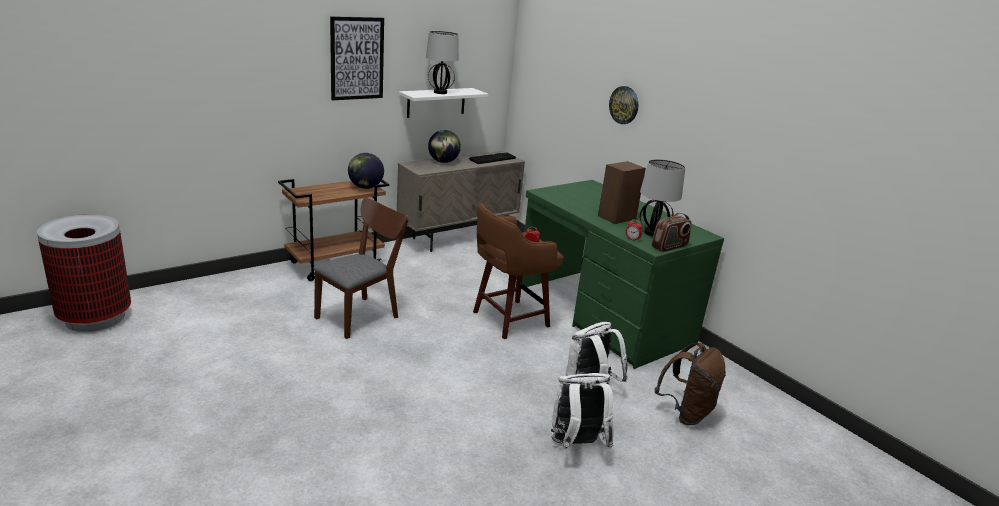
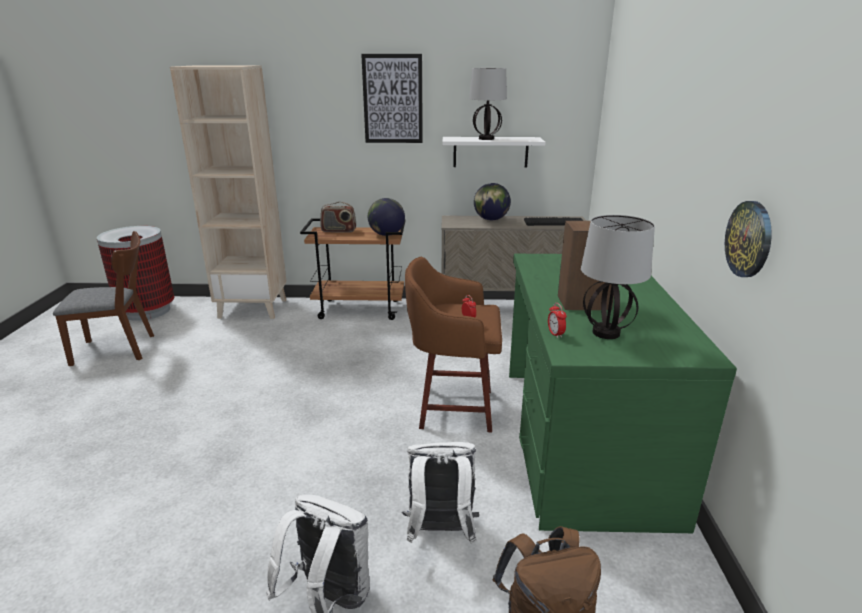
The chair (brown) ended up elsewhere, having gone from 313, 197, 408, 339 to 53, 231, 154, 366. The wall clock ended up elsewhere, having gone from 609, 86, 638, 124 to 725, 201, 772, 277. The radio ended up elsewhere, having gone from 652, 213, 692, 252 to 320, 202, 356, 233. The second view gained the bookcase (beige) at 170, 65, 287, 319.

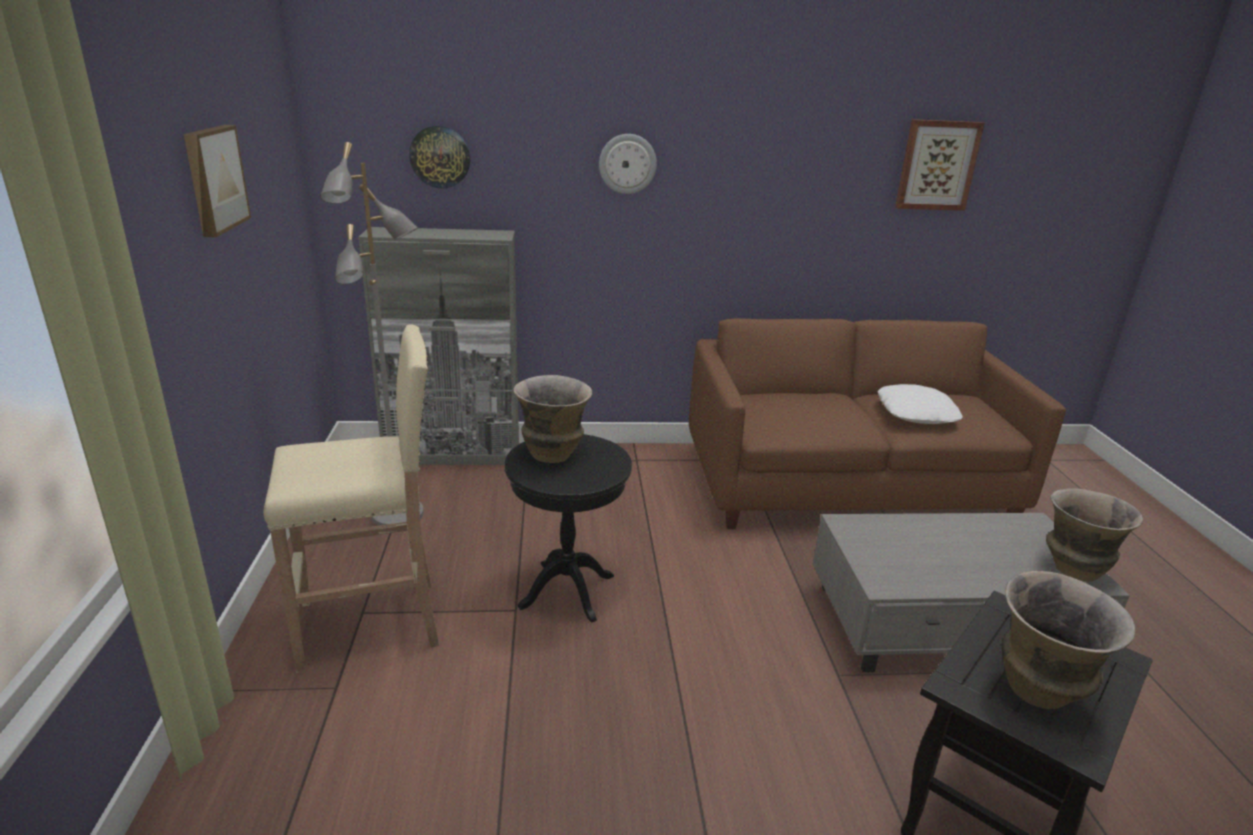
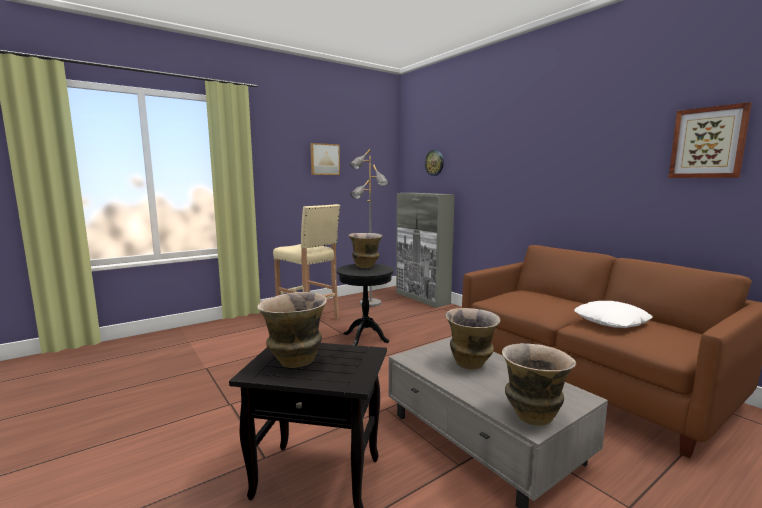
The second view lost the wall clock at 599, 134, 657, 194. The second view gained the vase at 445, 308, 501, 370.

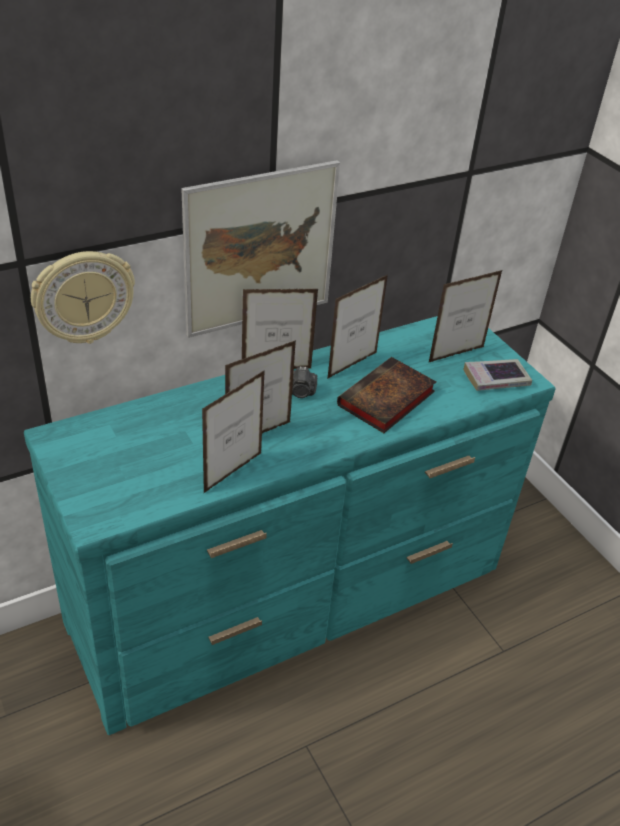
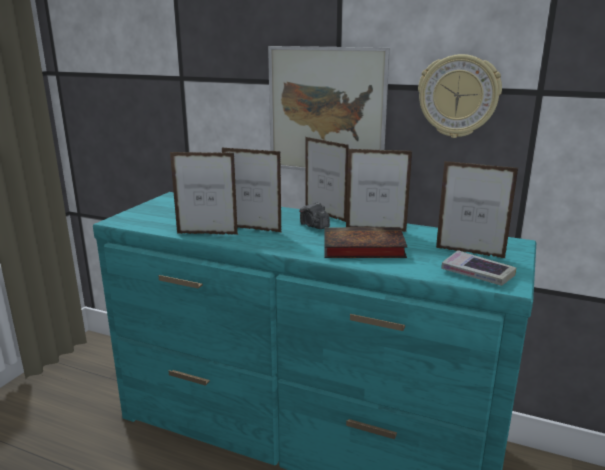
The wall clock ended up elsewhere, having gone from 31, 251, 135, 344 to 418, 54, 502, 138.

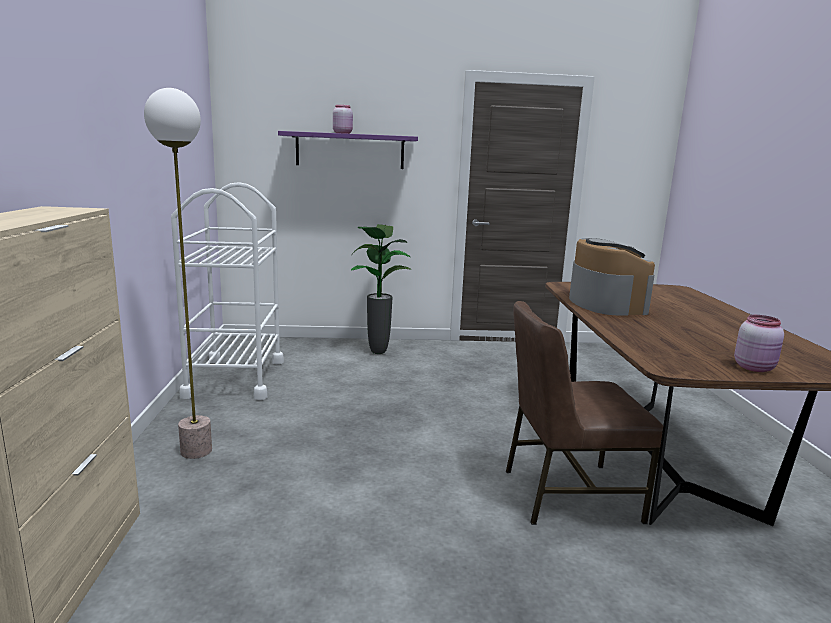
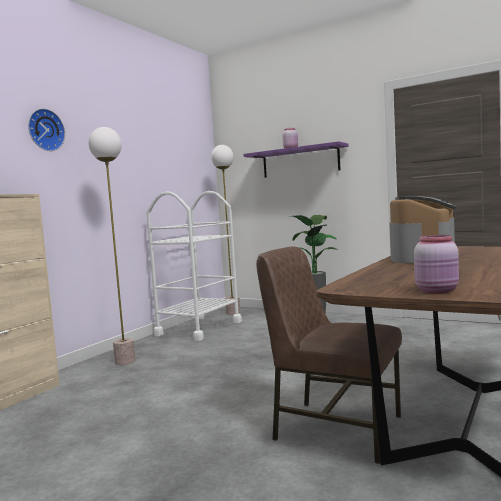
The second view gained the wall clock at 28, 108, 65, 151. The second view gained the floor lamp at 211, 145, 240, 315.

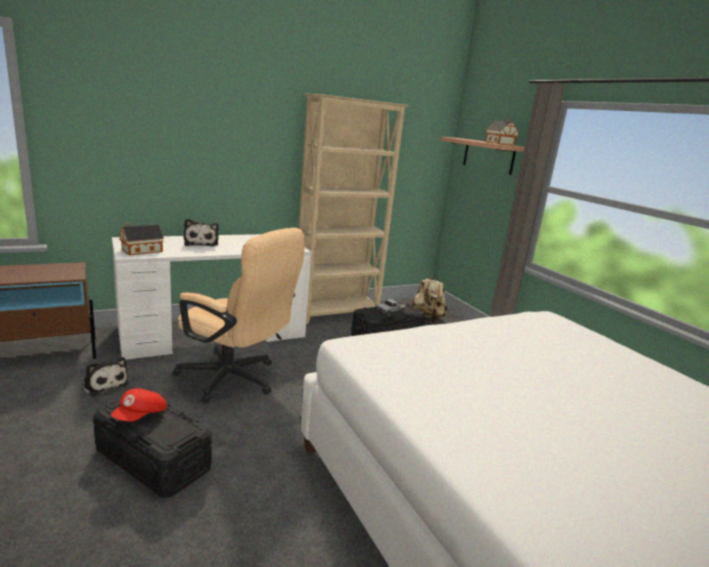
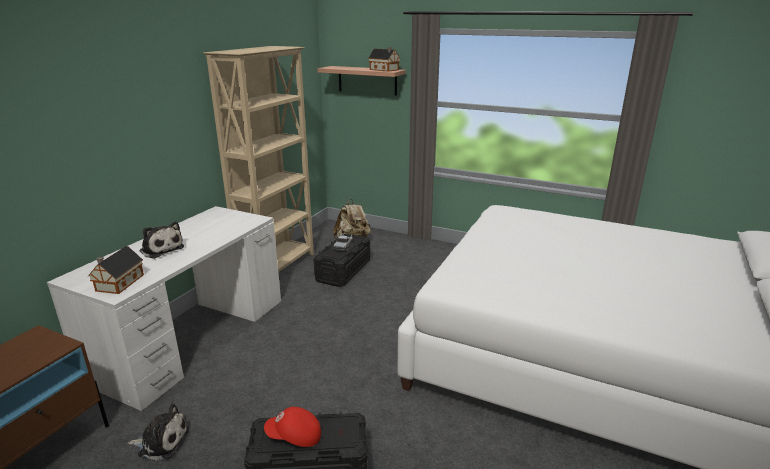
The cap (red) at 111, 388, 167, 421 ended up facing another way, 105 degrees clockwise from before. The second view lost the office chair (beige) at 173, 228, 305, 403.

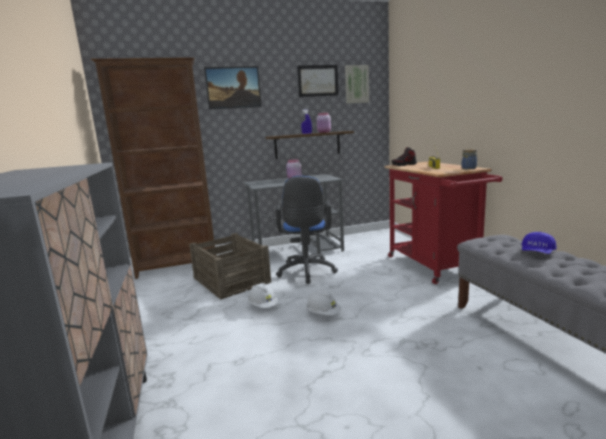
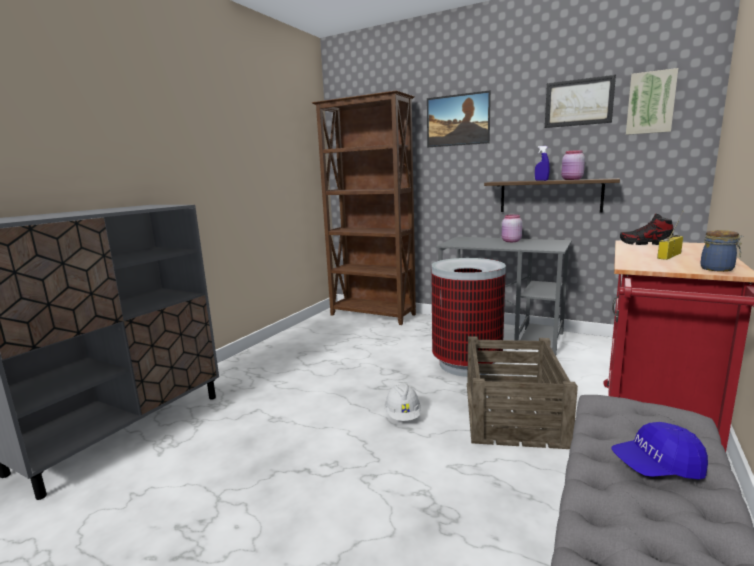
The crate ended up elsewhere, having gone from 189, 233, 271, 299 to 467, 336, 578, 449. The second view lost the hard hat (white) at 248, 283, 278, 308. Where the office chair (blue) stood at 276, 176, 338, 284, the trash can came to stand at 431, 258, 506, 377.

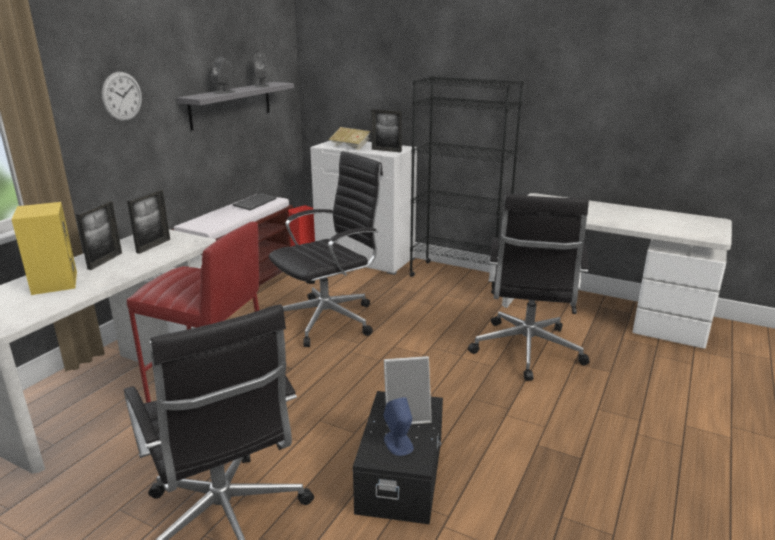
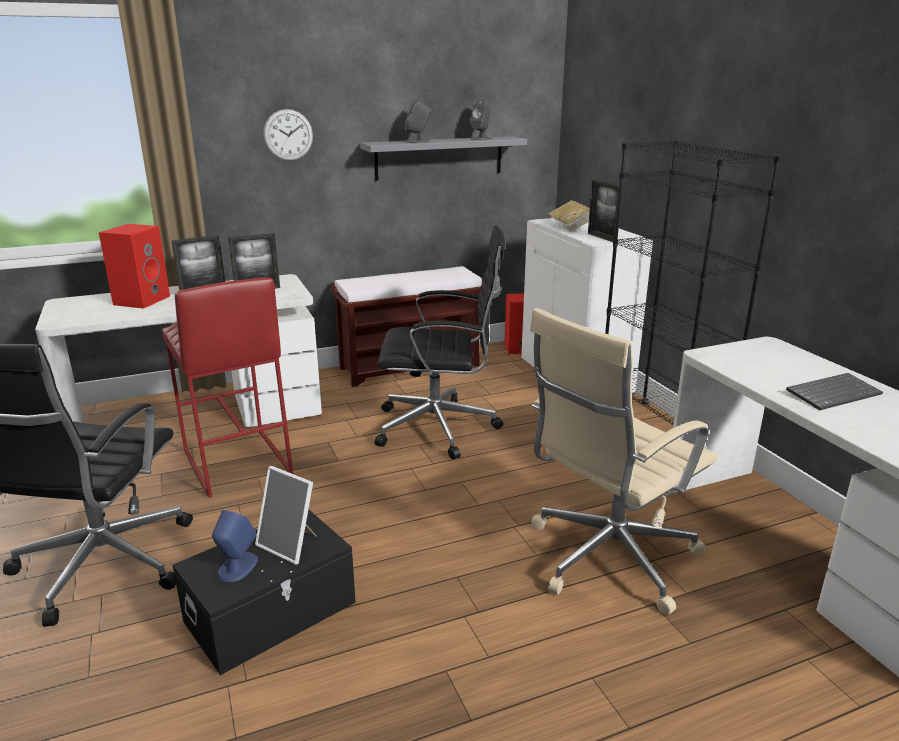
What was the speaker (yellow) at 11, 202, 77, 295 turned into the speaker (red) at 99, 224, 170, 309. The keyboard ended up elsewhere, having gone from 233, 193, 277, 210 to 786, 373, 883, 410. What was the office chair (black) at 468, 194, 589, 381 turned into the office chair (beige) at 530, 308, 717, 615.

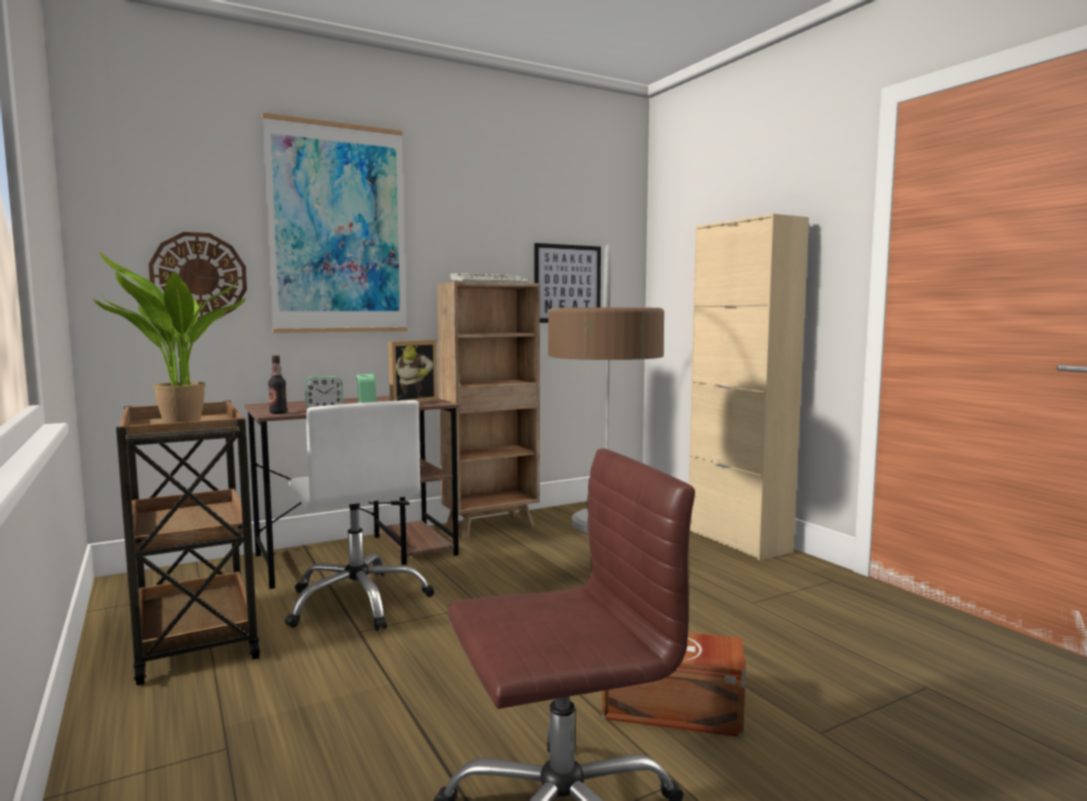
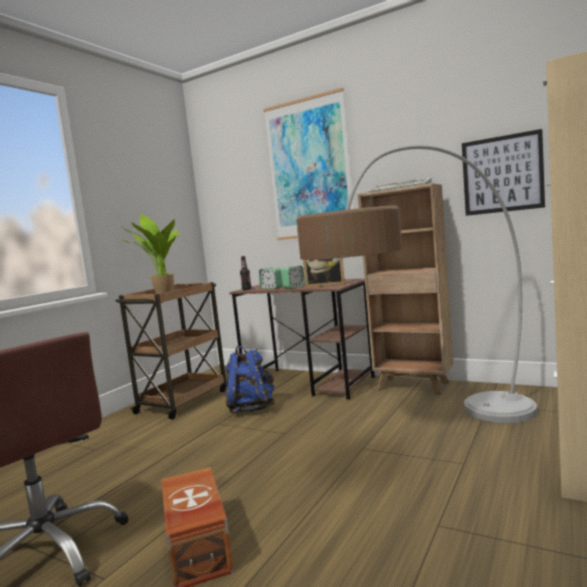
The second view lost the wall clock at 149, 232, 247, 321. Where the office chair (white) stood at 285, 400, 435, 631, the backpack (blue) came to stand at 225, 346, 275, 413.

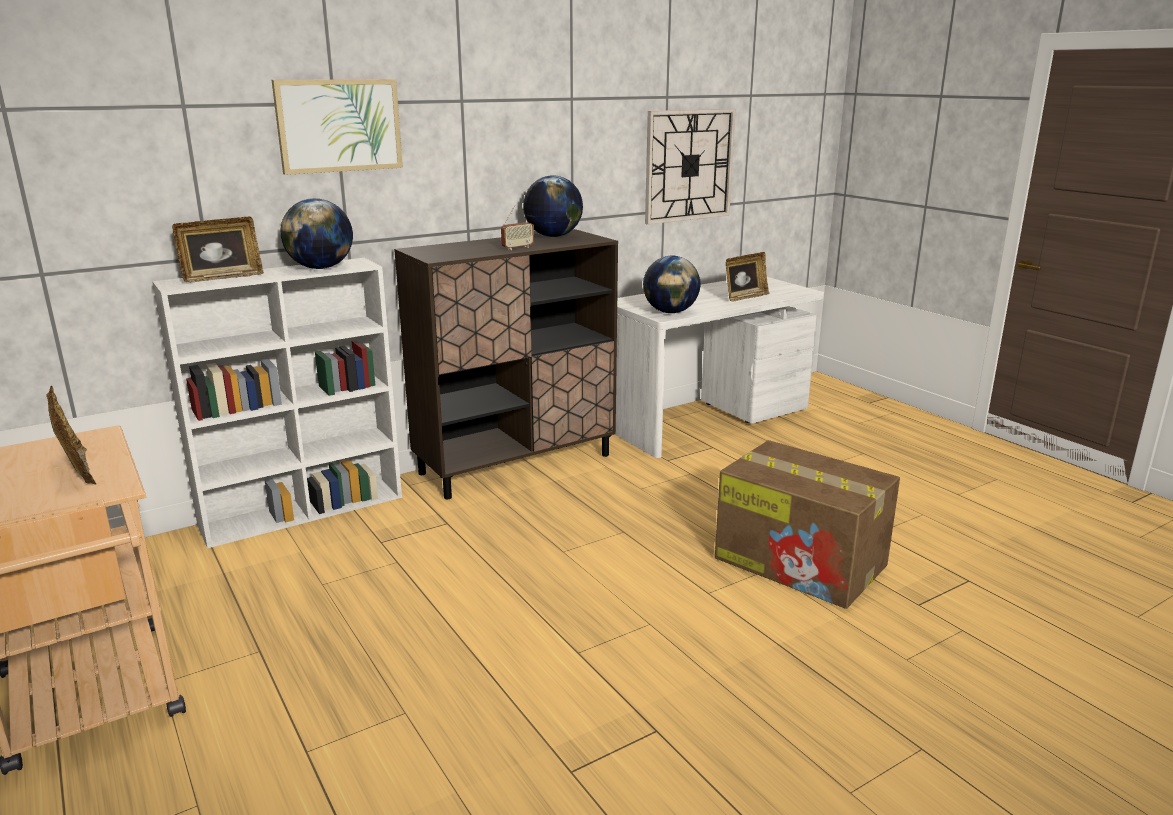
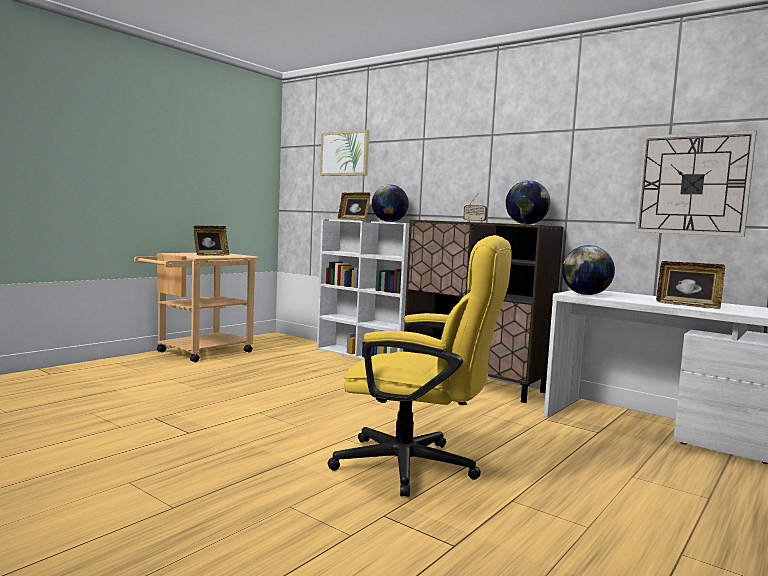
The picture ended up elsewhere, having gone from 272, 79, 403, 175 to 320, 130, 369, 176. Where the cardboard box stood at 715, 440, 900, 609, the office chair (yellow) came to stand at 328, 235, 512, 497.

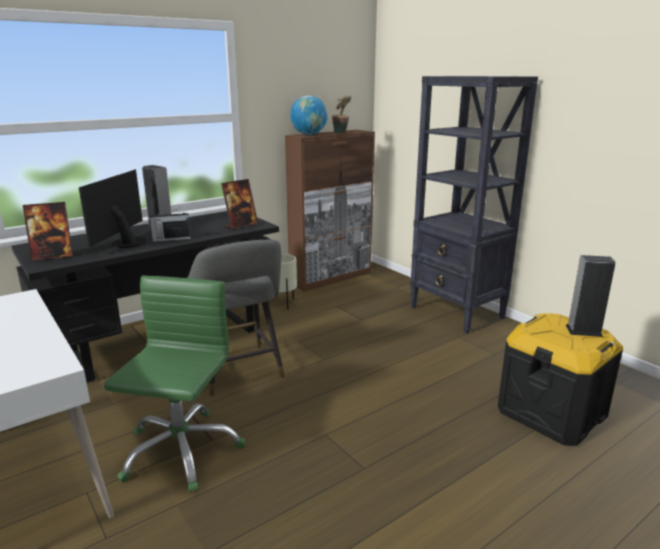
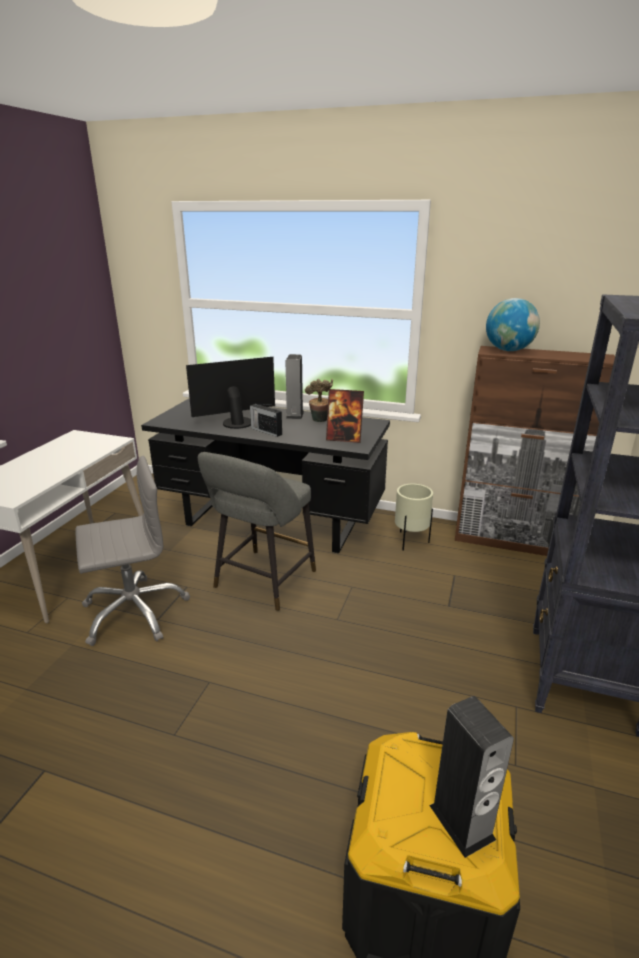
The second view lost the picture frame at 23, 202, 73, 261. What was the office chair (green) at 104, 275, 245, 493 turned into the office chair (grey) at 76, 456, 190, 646. The potted plant ended up elsewhere, having gone from 332, 95, 351, 133 to 305, 379, 333, 422.

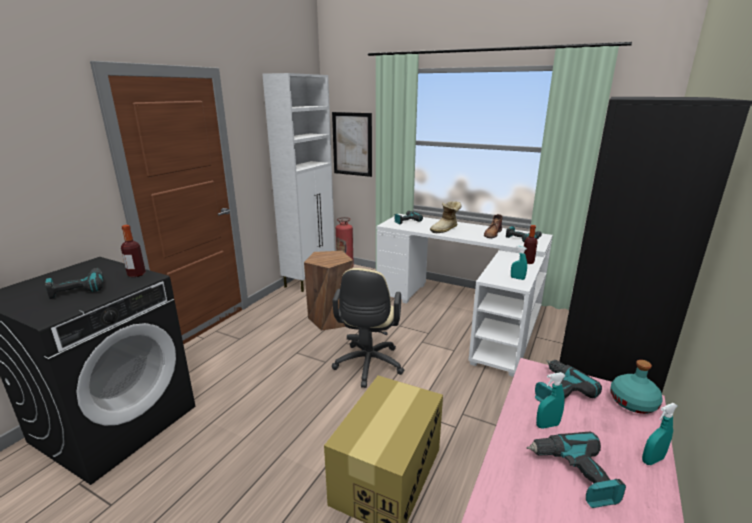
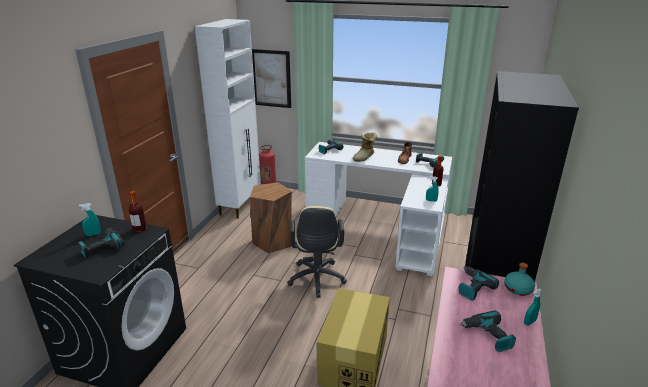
The spray bottle (turquoise) ended up elsewhere, having gone from 536, 372, 566, 429 to 79, 203, 101, 236.

